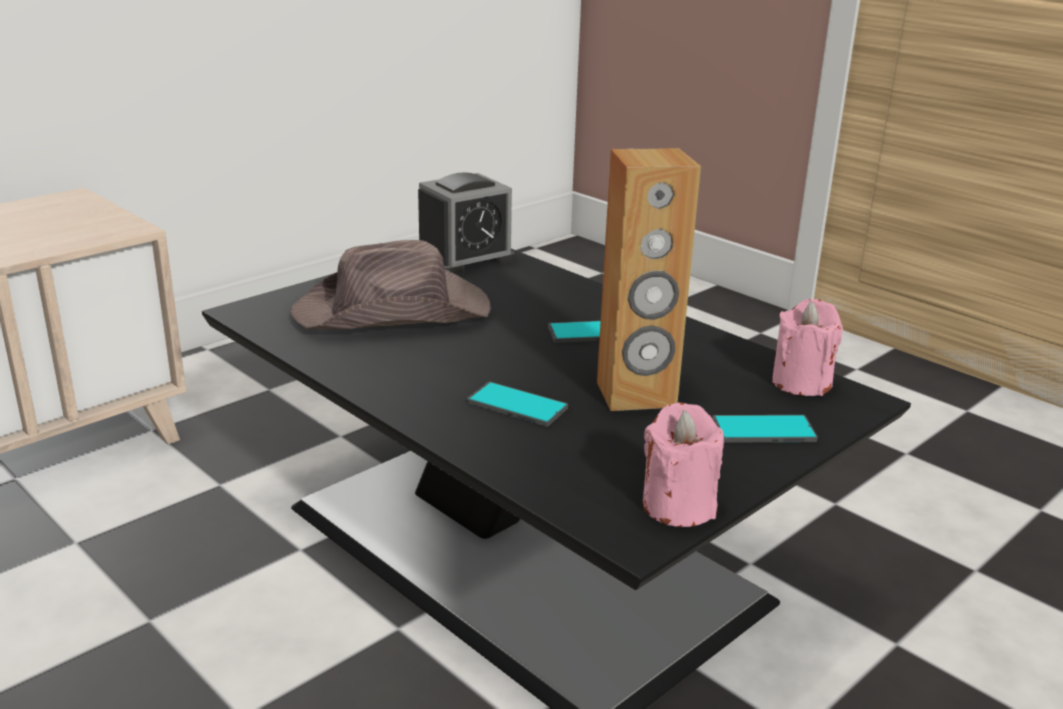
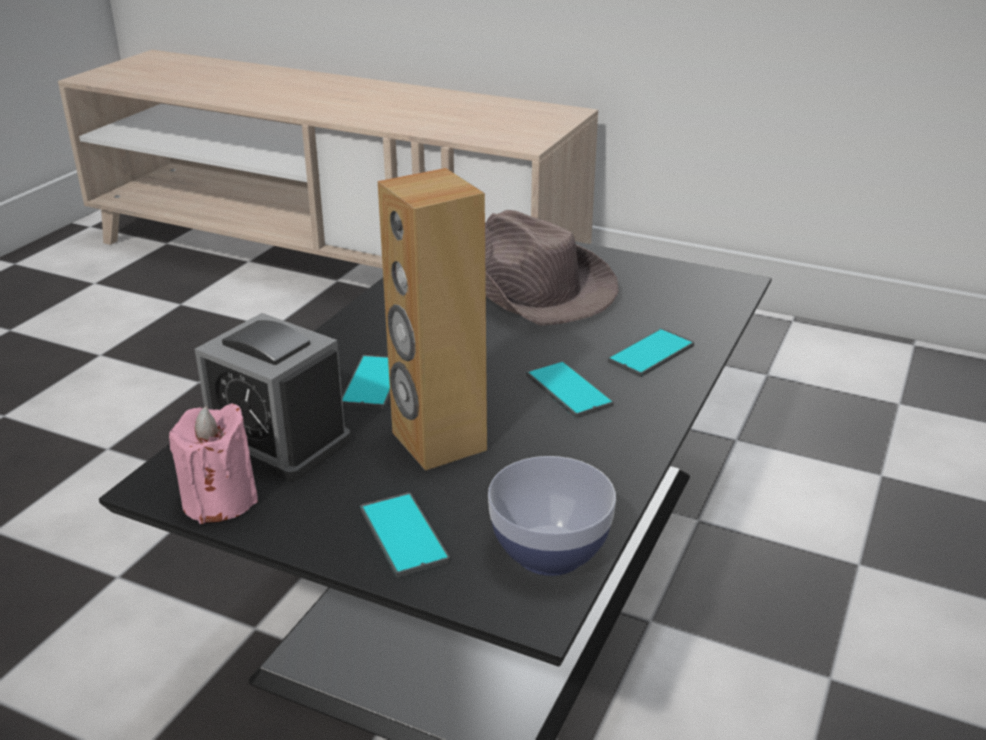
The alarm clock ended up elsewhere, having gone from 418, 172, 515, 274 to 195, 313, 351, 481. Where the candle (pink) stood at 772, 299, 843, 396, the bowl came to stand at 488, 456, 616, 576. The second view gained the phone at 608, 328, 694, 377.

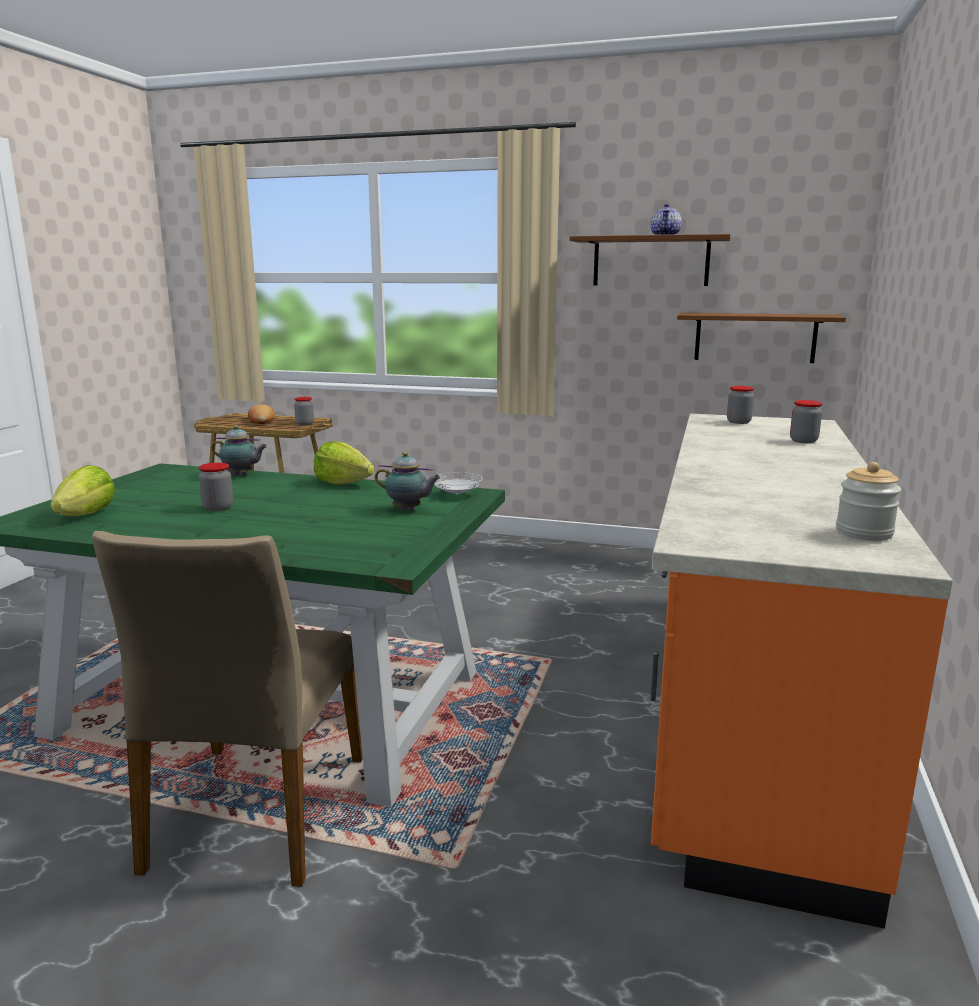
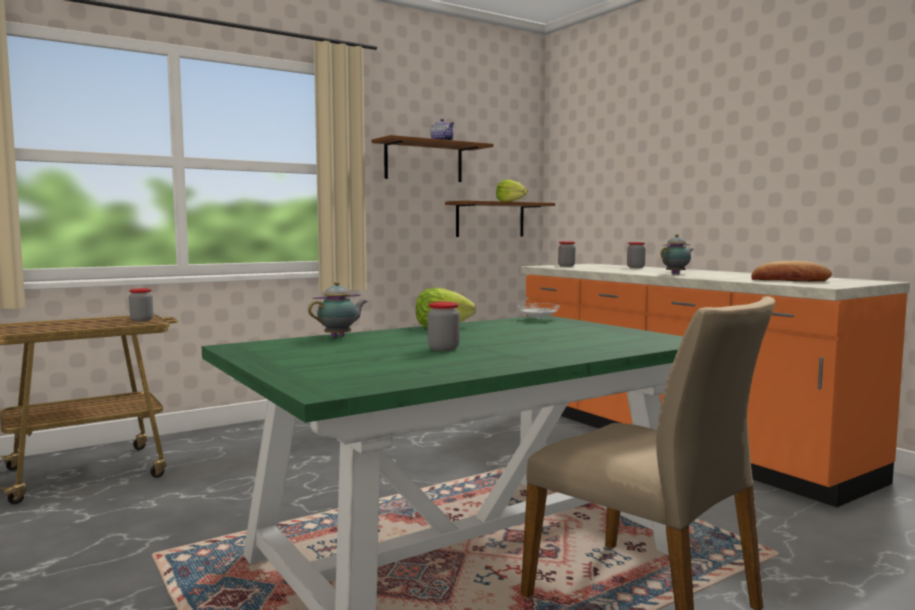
The lettuce ended up elsewhere, having gone from 51, 465, 116, 516 to 496, 179, 527, 202. The bread ended up elsewhere, having gone from 248, 404, 275, 424 to 751, 261, 832, 282. The teapot ended up elsewhere, having gone from 375, 452, 441, 511 to 660, 234, 694, 274. The second view lost the jar at 836, 462, 901, 541.

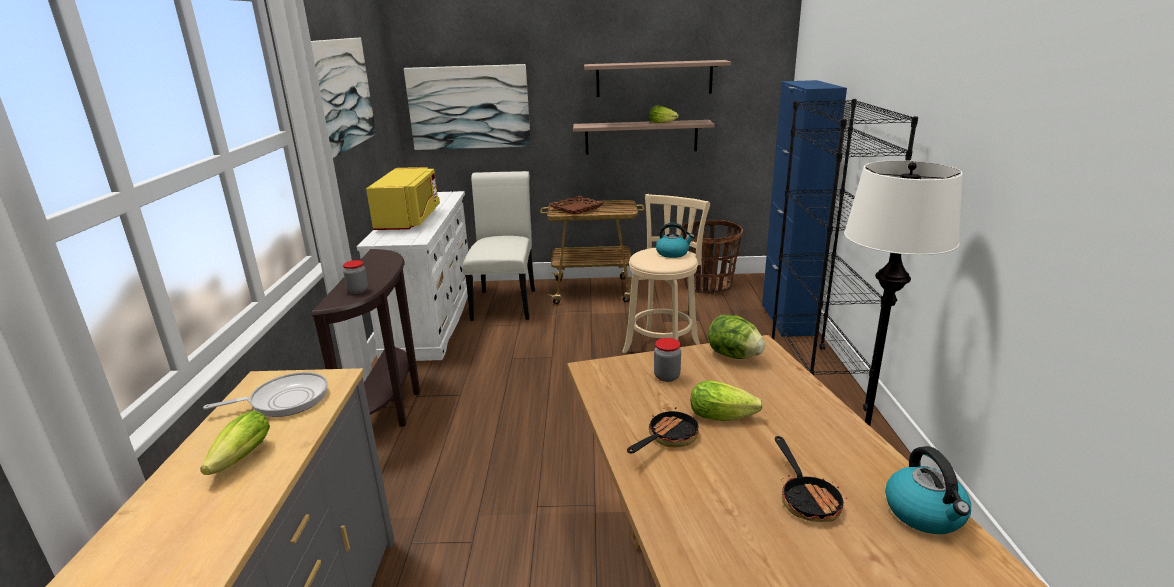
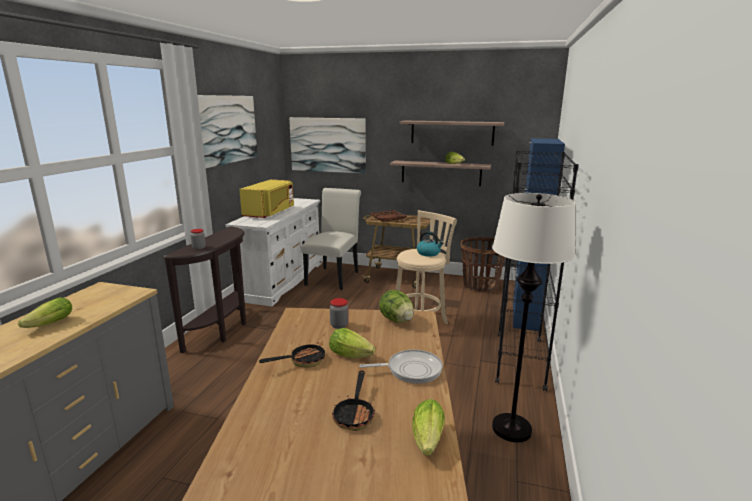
The frying pan ended up elsewhere, having gone from 203, 372, 328, 417 to 359, 349, 443, 384. Where the kettle stood at 885, 446, 971, 534, the lettuce came to stand at 412, 399, 445, 456.

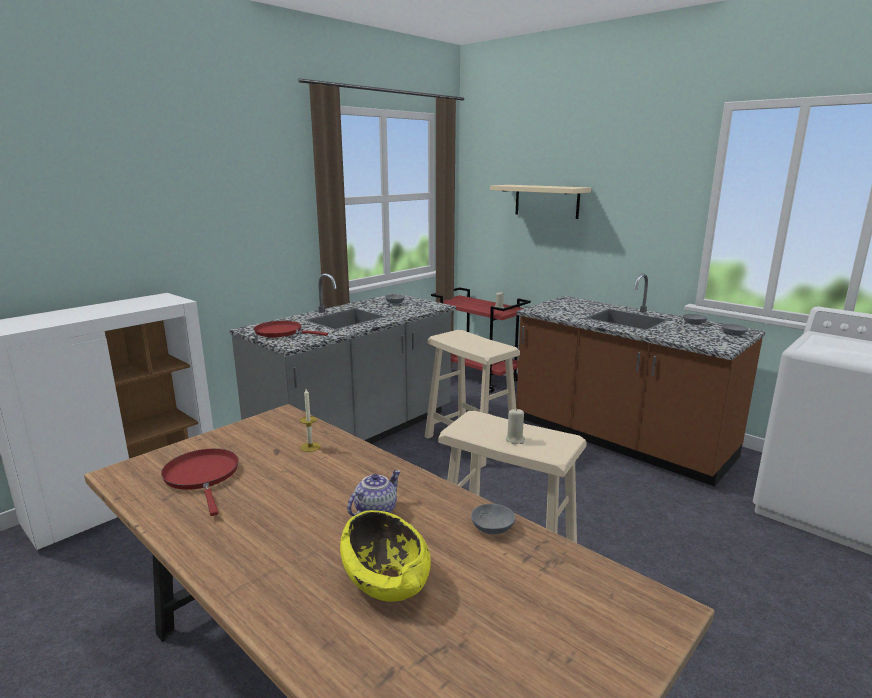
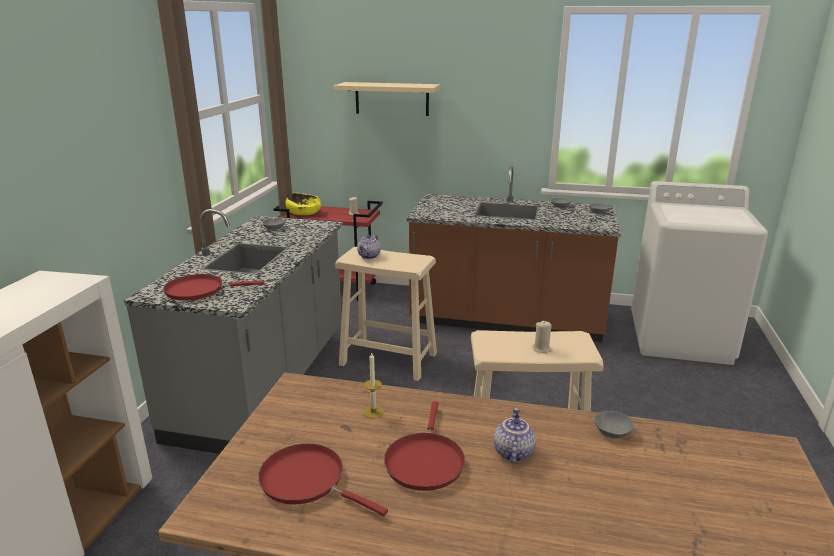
The bowl (yellow) ended up elsewhere, having gone from 340, 510, 431, 602 to 286, 193, 321, 215. The second view gained the teapot at 357, 234, 381, 259. The second view gained the frying pan (red) at 384, 401, 465, 491.

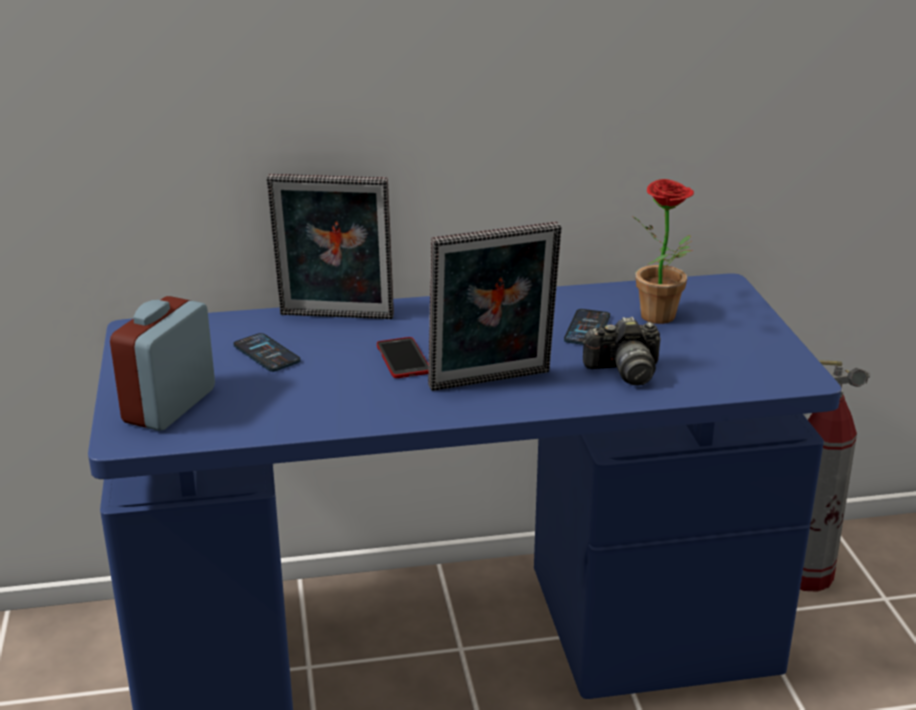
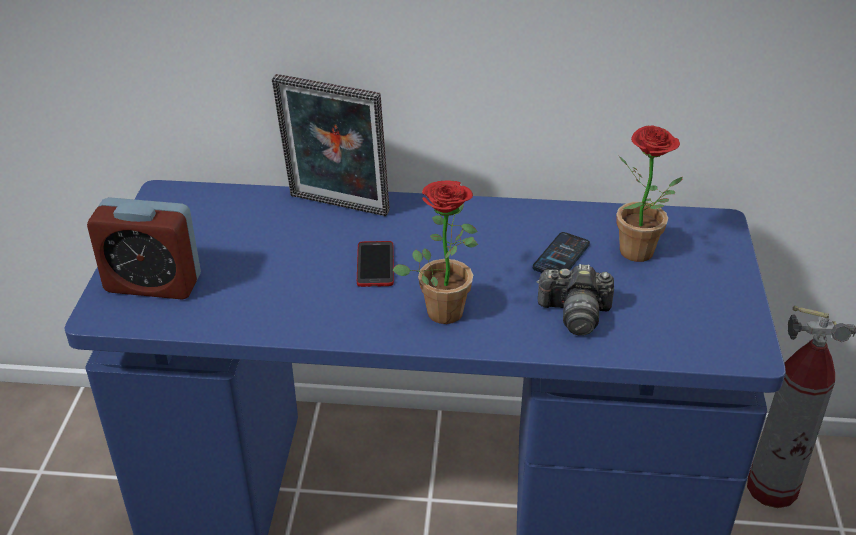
The alarm clock at 110, 296, 215, 431 ended up facing another way, 120 degrees counterclockwise from before. The second view lost the phone at 233, 333, 301, 372. Where the picture frame stood at 428, 222, 561, 391, the potted plant came to stand at 392, 180, 478, 324.

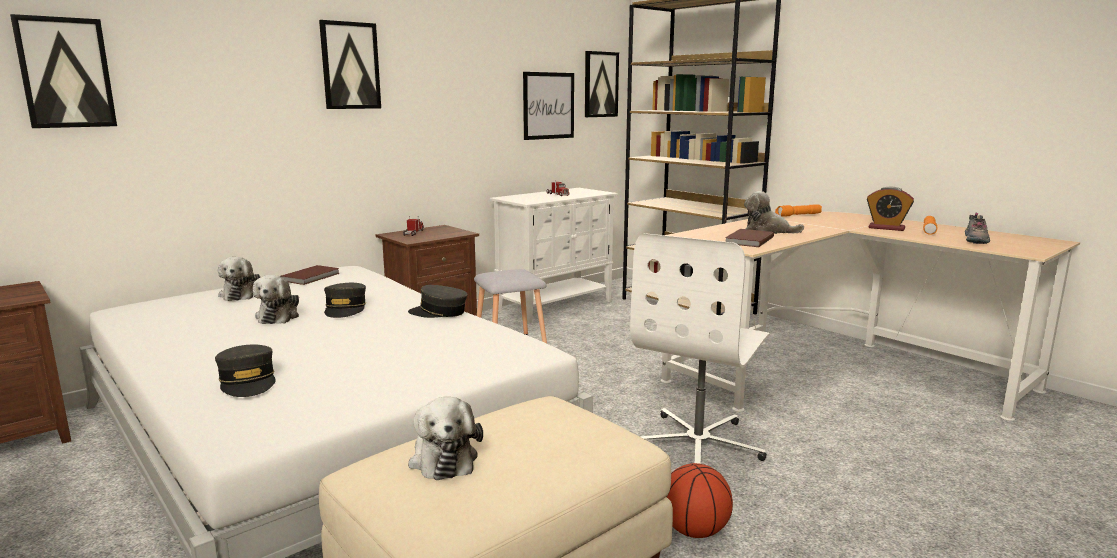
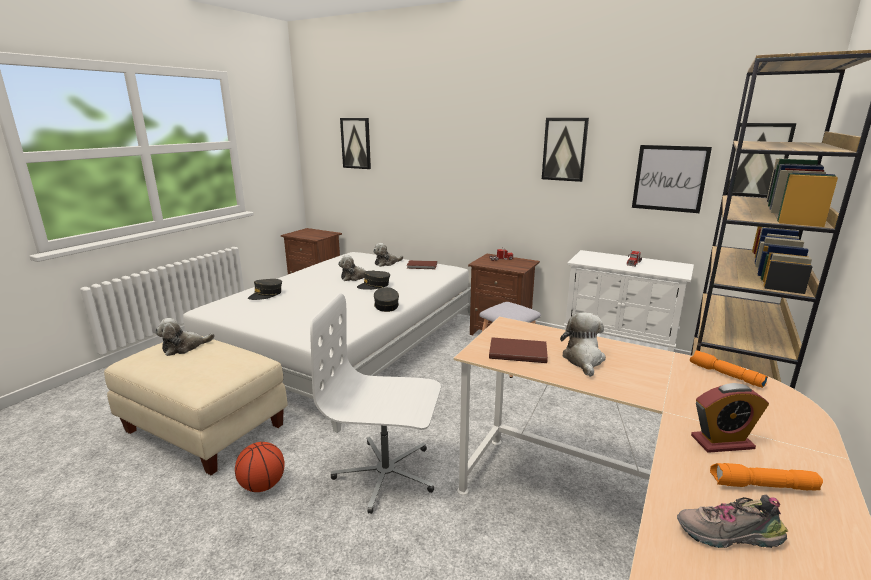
The picture ended up elsewhere, having gone from 319, 20, 381, 109 to 542, 118, 589, 182. The alarm clock at 867, 186, 914, 231 ended up facing another way, 105 degrees counterclockwise from before.

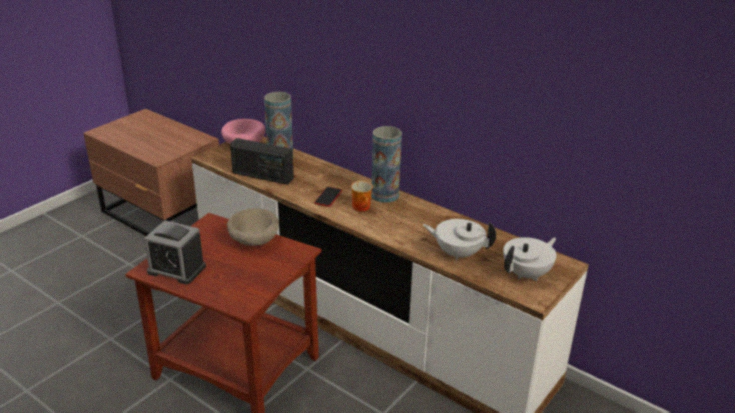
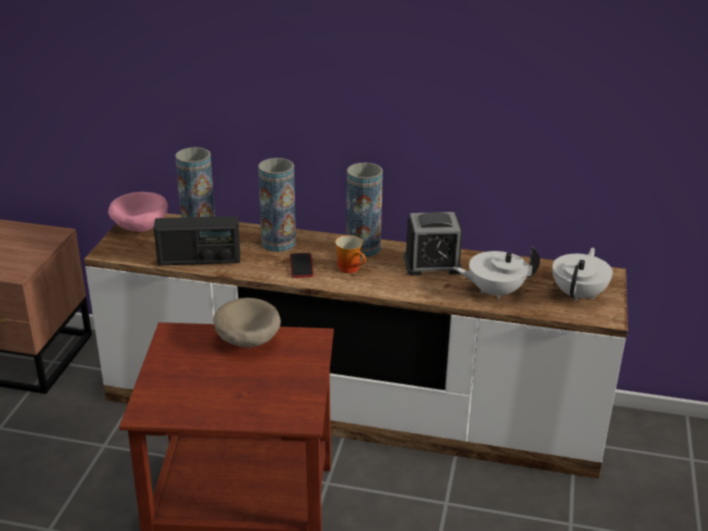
The alarm clock ended up elsewhere, having gone from 144, 220, 206, 285 to 404, 212, 463, 276. The second view gained the vase at 258, 158, 296, 252.

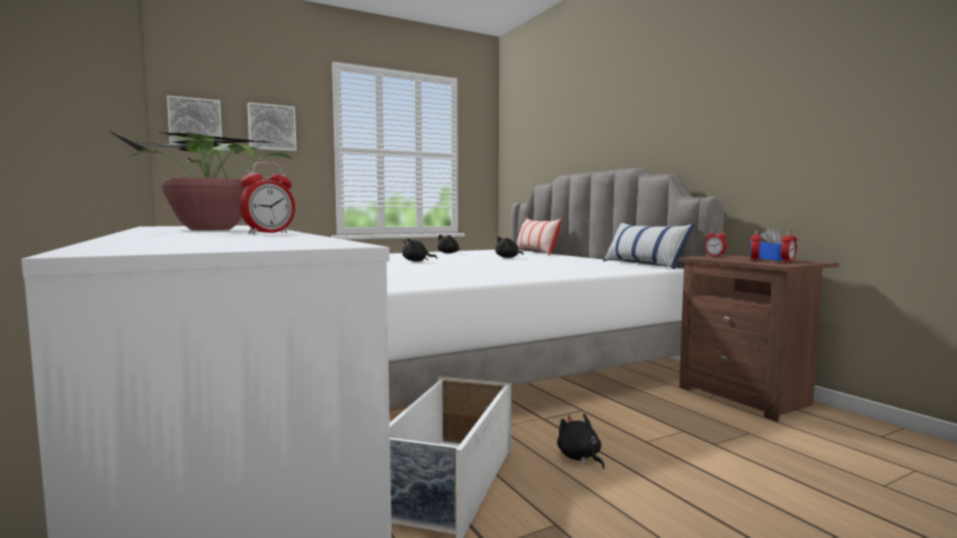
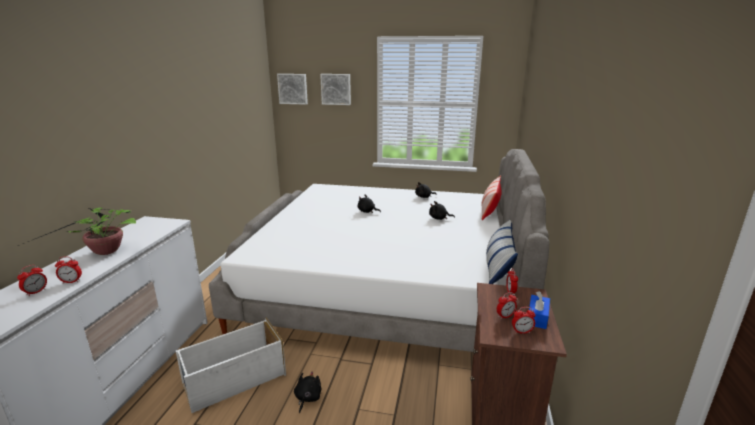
The second view gained the alarm clock at 17, 265, 47, 296.

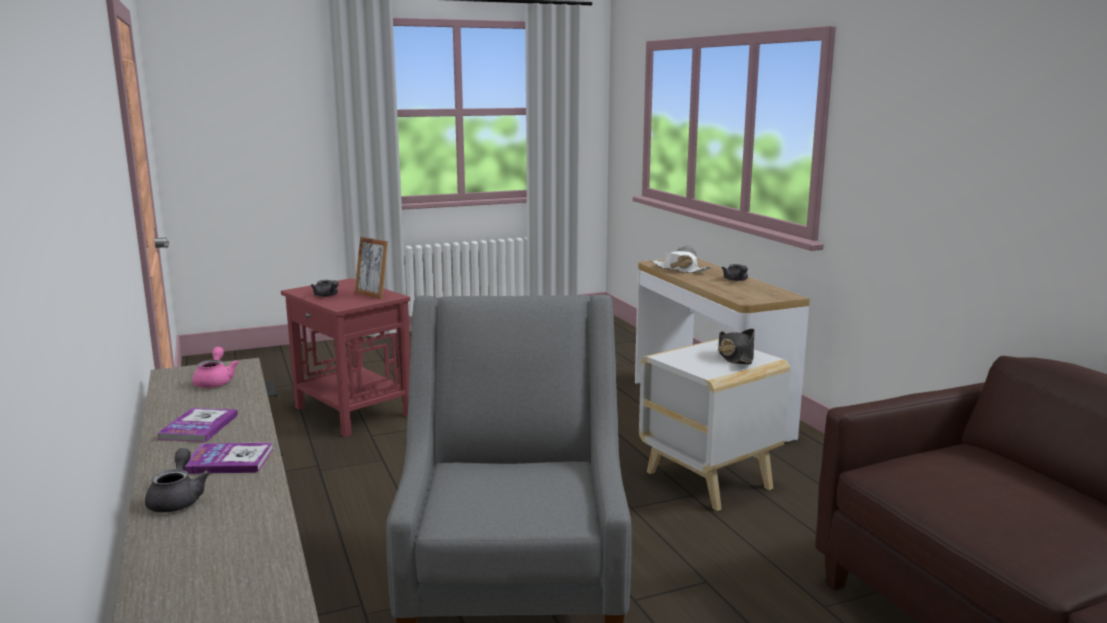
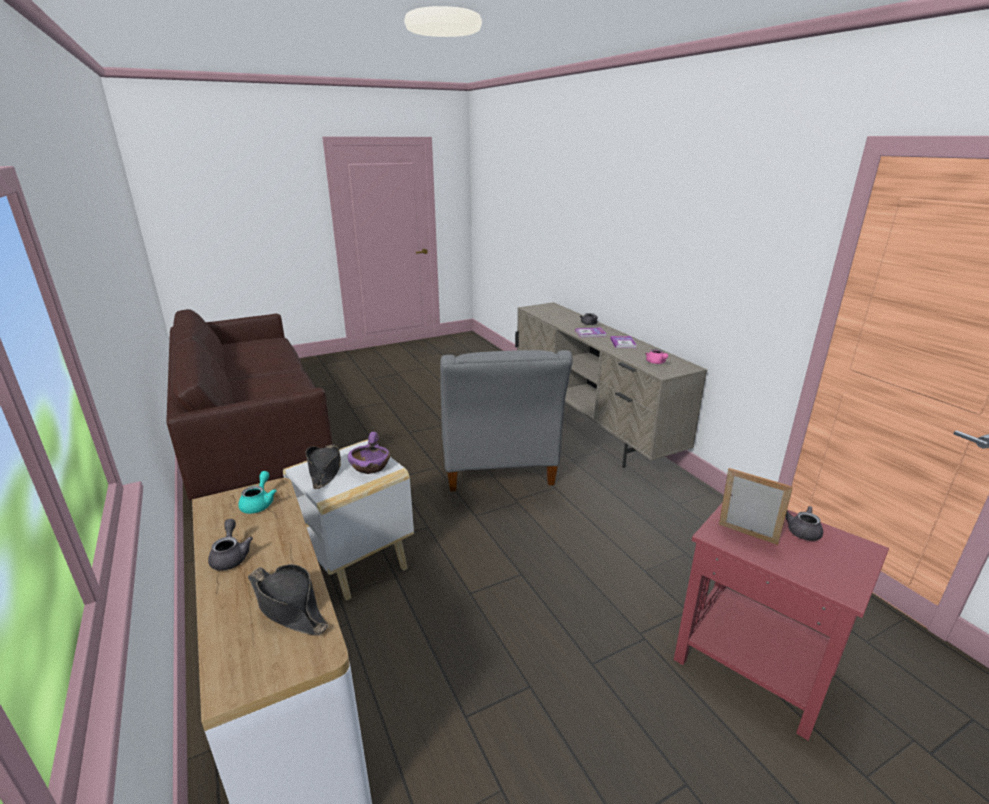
What was the hat (white) at 652, 246, 712, 273 turned into the hat (black) at 248, 564, 328, 636. The second view gained the teapot (turquoise) at 238, 471, 277, 514. The second view gained the bowl (purple) at 348, 432, 390, 474.

